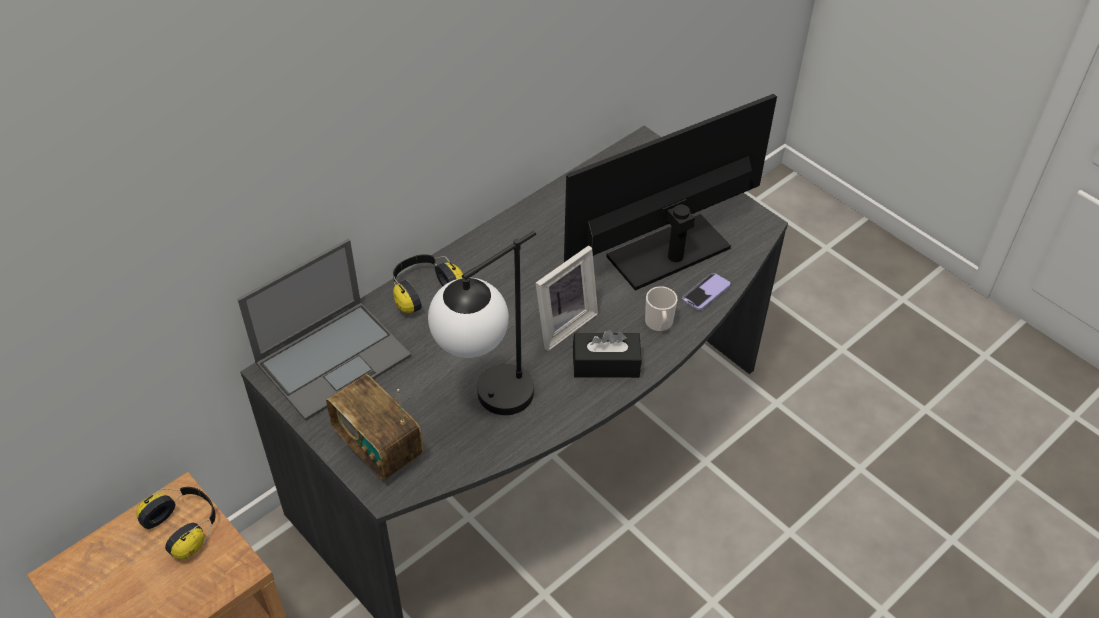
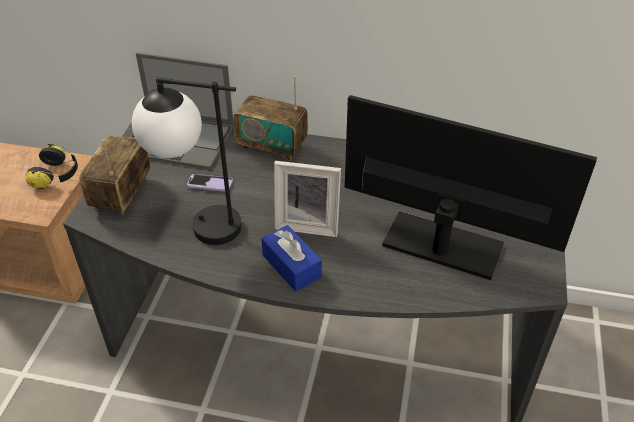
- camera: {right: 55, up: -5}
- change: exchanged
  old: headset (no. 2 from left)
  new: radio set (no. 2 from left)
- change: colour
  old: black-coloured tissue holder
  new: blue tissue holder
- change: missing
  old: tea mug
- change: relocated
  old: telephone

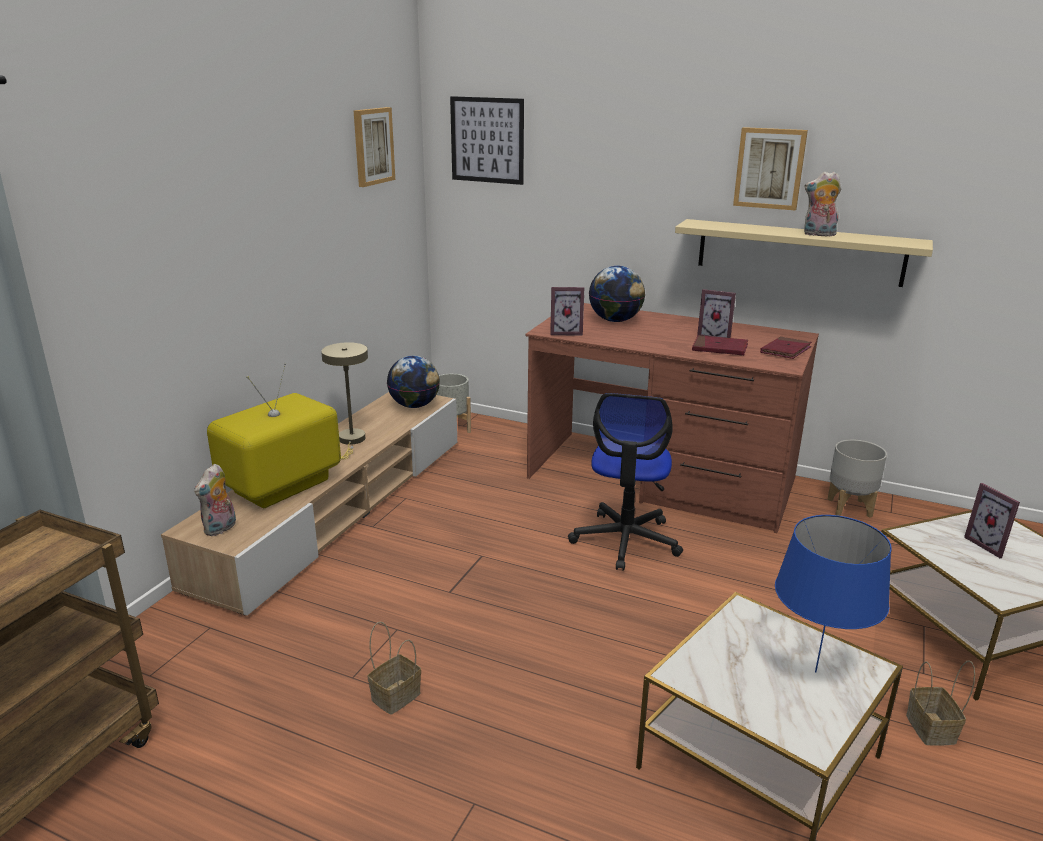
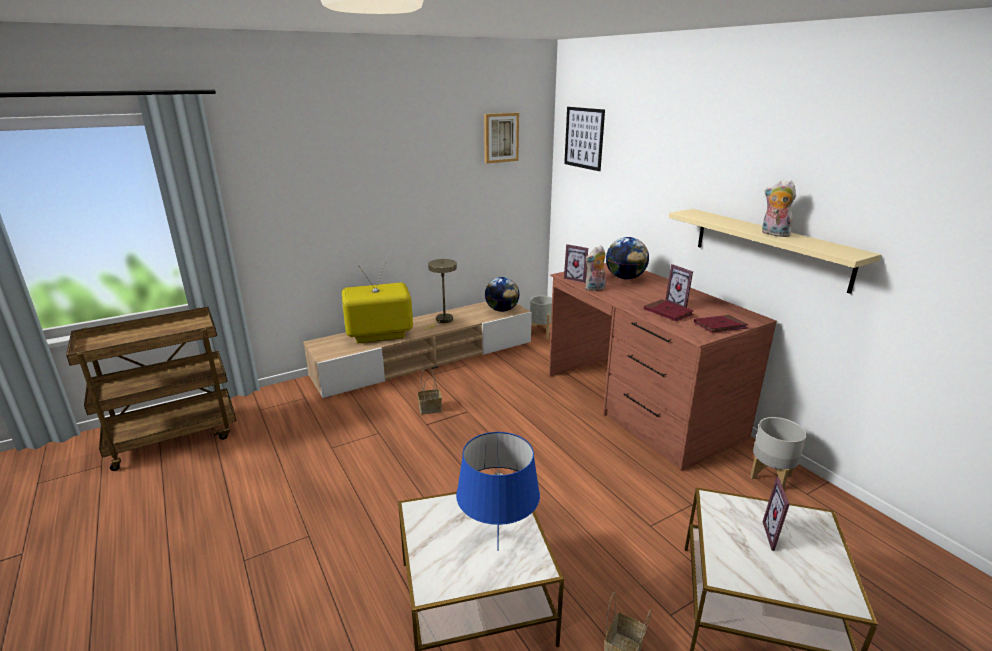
- camera: {right: 35, up: 0}
- change: relocated
  old: plush toy (no. 1 from left)
- change: relocated
  old: basket (no. 1 from left)
- change: missing
  old: office chair
- change: missing
  old: picture (no. 3 from left)

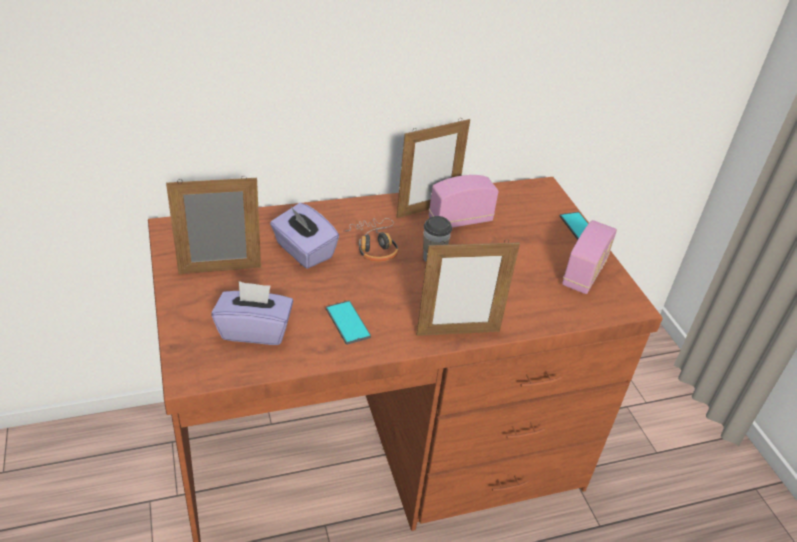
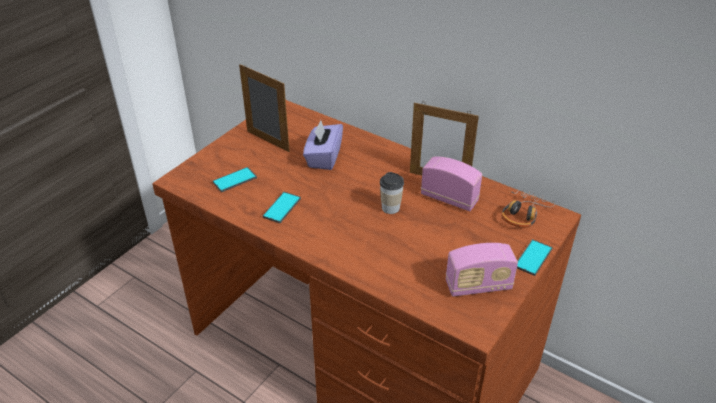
- camera: {right: 55, up: 0}
- change: exchanged
  old: purple-coloured tissue holder (no. 1 from left)
  new: telephone (no. 1 from left)
- change: relocated
  old: headset
- change: missing
  old: photo frame (no. 3 from left)

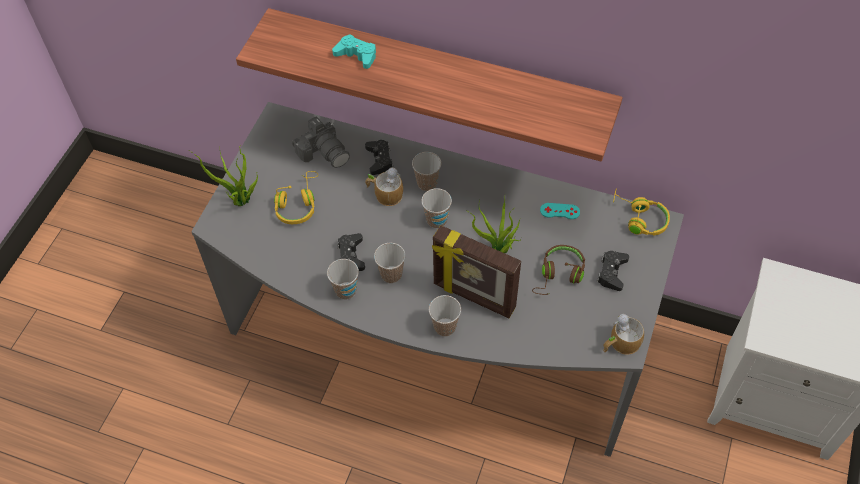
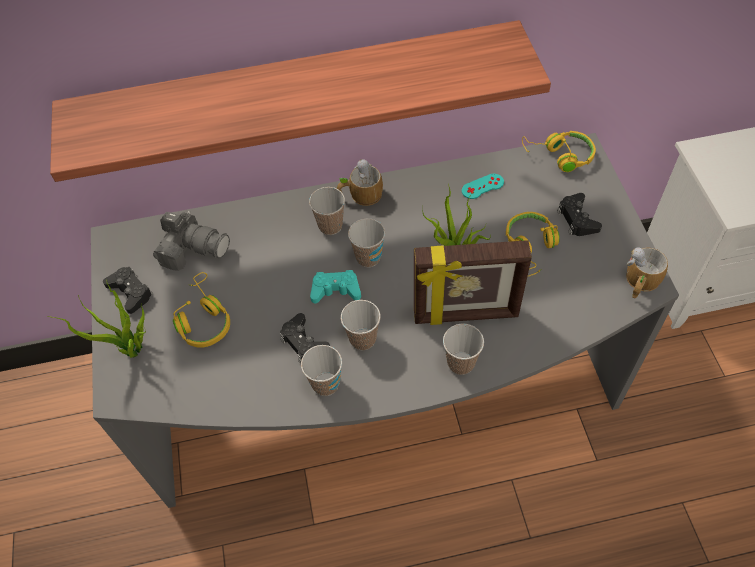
- camera: {right: -30, up: 0}
- change: relocated
  old: turquoise-coloured gamepad (no. 1 from left)
- change: relocated
  old: black-coloured gamepad (no. 2 from left in the first image)
  new: black-coloured gamepad (no. 1 from left)
- change: relocated
  old: tea mug (no. 1 from left)
- change: colour
  old: brownish headset
  new: yellow-coloured headset (no. 2 from left)

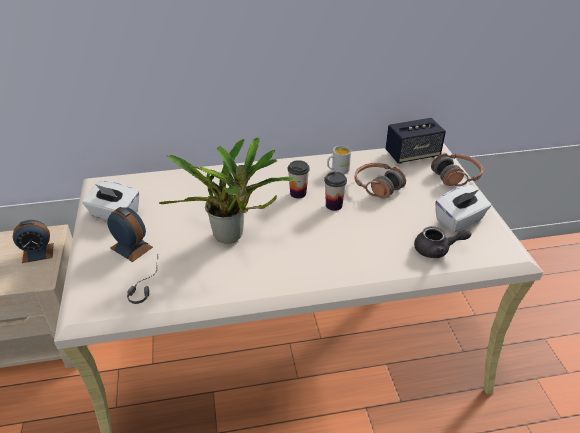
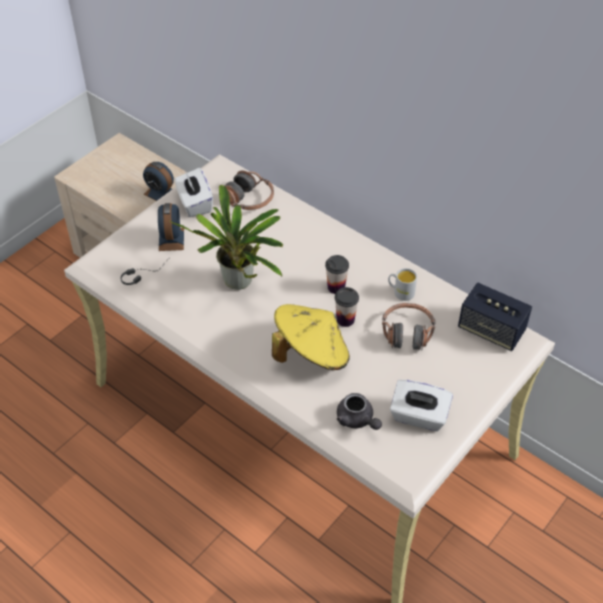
- camera: {right: 50, up: 10}
- change: relocated
  old: headset (no. 3 from left in the first image)
  new: headset (no. 2 from left)
- change: appeared
  new: yellow-coloured wearable hat

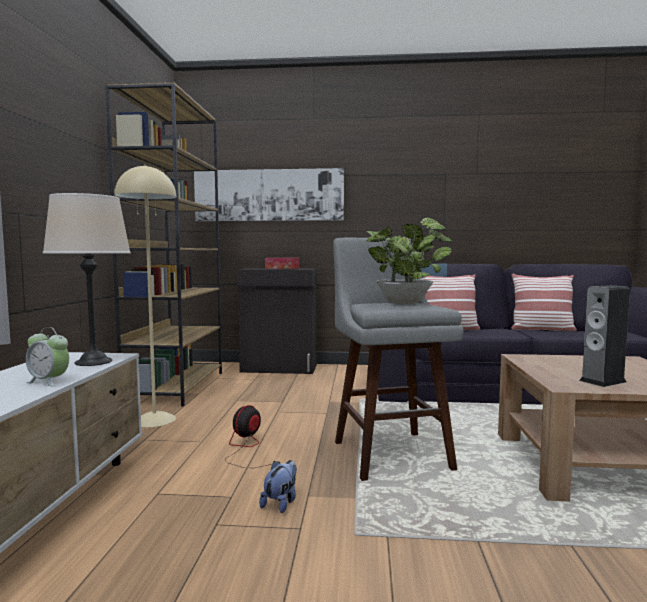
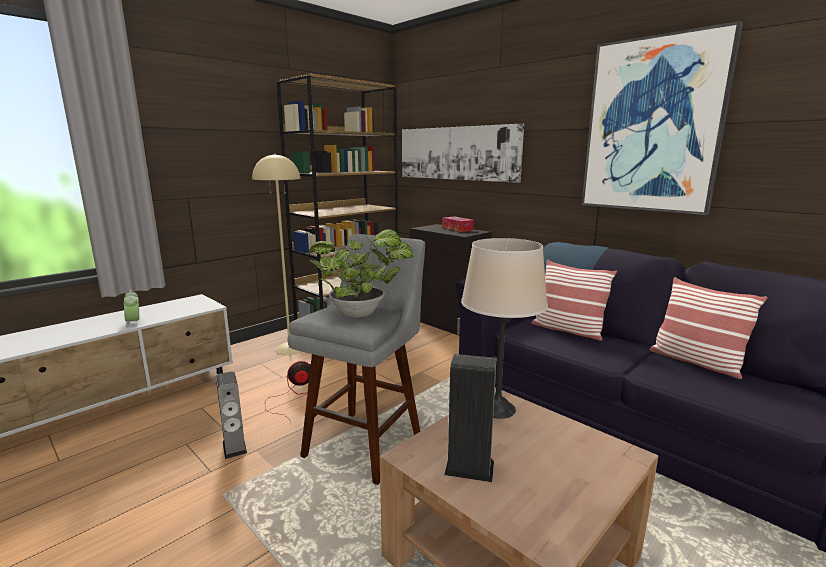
- camera: {right: 40, up: 10}
- change: relocated
  old: beige-coloured table lamp
- change: exchanged
  old: plush toy
  new: speaker (no. 1 from left)
- change: appeared
  new: picture (no. 2 from left)

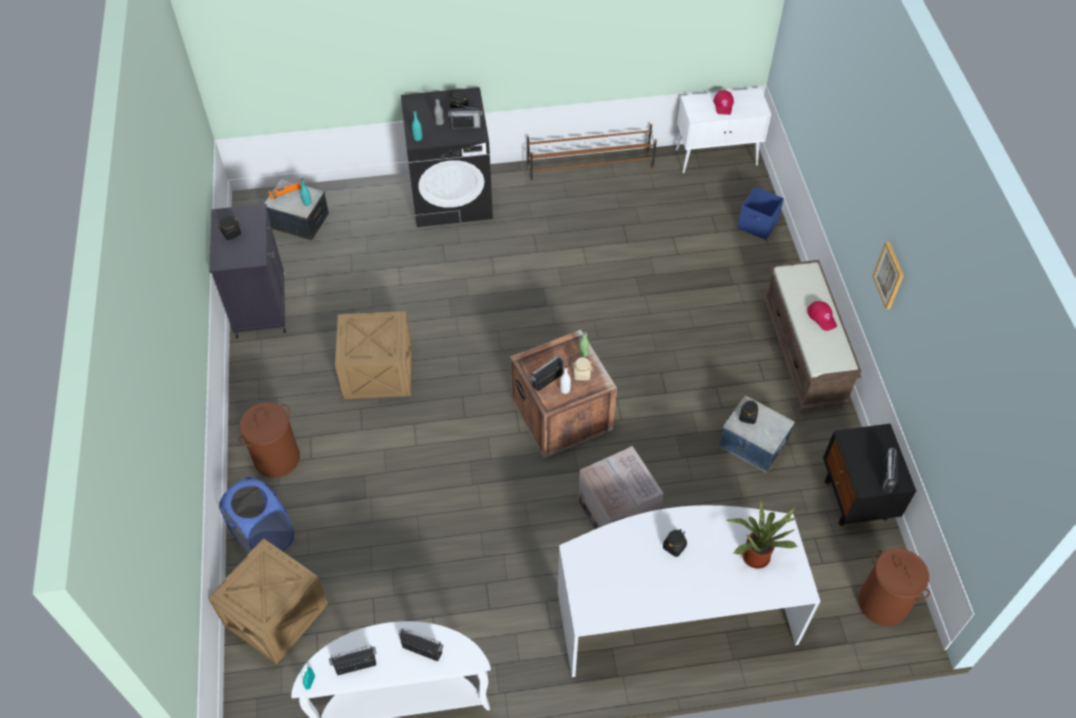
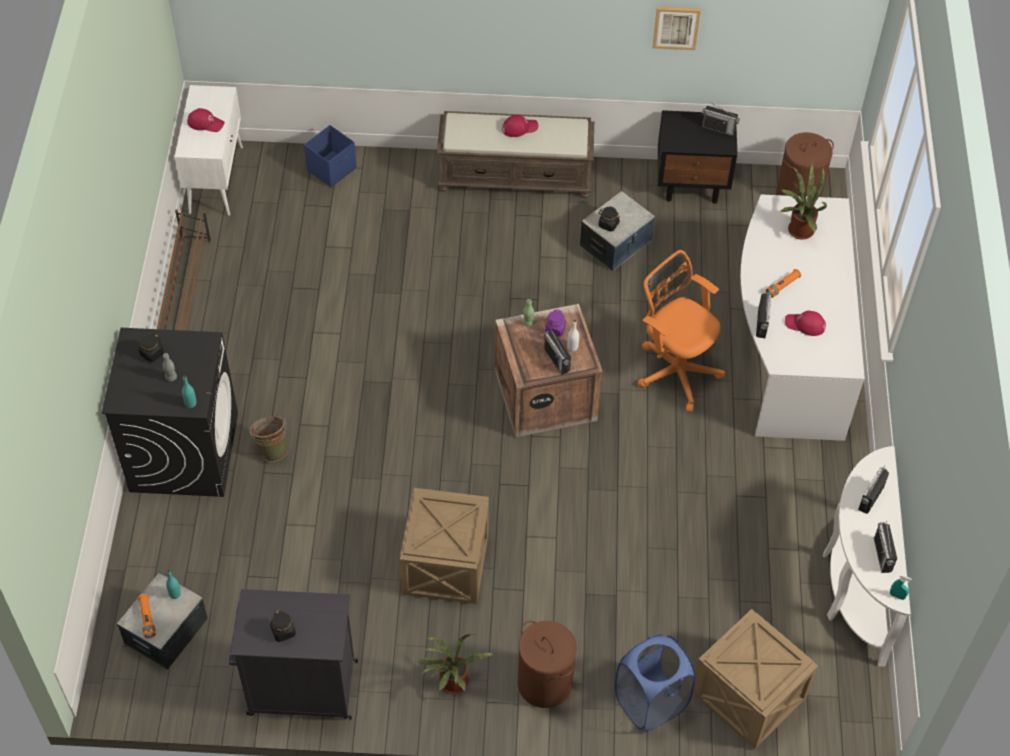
- camera: {right: -80, up: 0}
- change: relocated
  old: radio set (no. 3 from left)
- change: colour
  old: beige-coloured jar
  new: purple-coloured jar
- change: exchanged
  old: packing box
  new: orangey office chair
- change: exchanged
  old: black-coloured jar (no. 3 from left)
  new: orangey hand torch (no. 2 from left)
- change: relocated
  old: picture
- change: appeared
  new: green-coloured pail
- change: appeared
  new: houseplant (no. 1 from left)
- change: appeared
  new: reddish baseball cap (no. 3 from left)

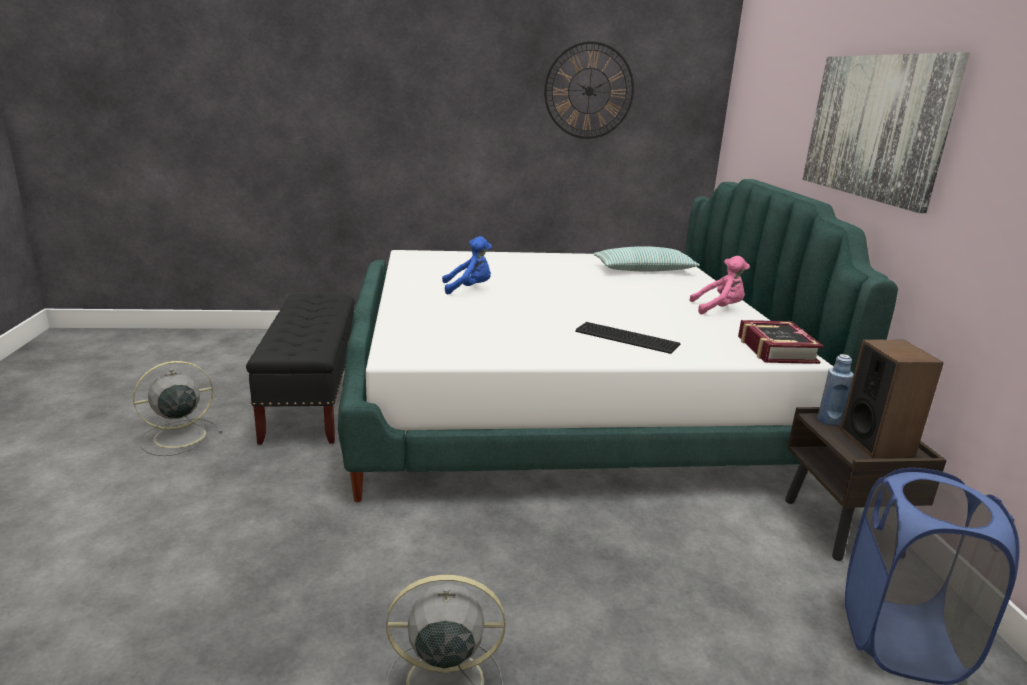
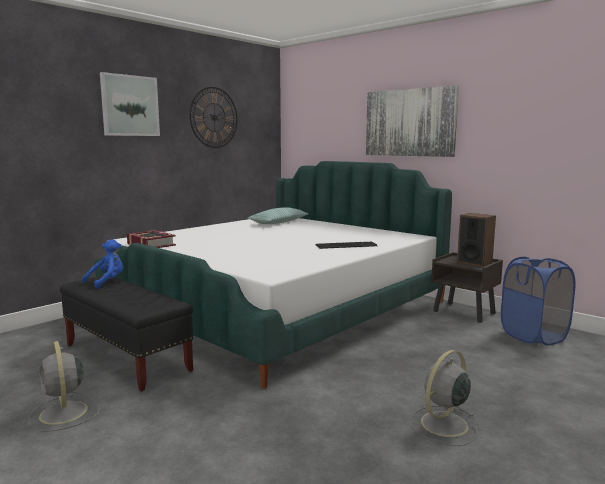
- camera: {right: -40, up: -10}
- change: spun
  old: greyish fan (no. 1 from left)
  degrees: -45
- change: relocated
  old: blue plush toy
- change: missing
  old: pinkish plush toy
- change: relocated
  old: book
- change: missing
  old: blue drink bottle
- change: appeared
  new: picture (no. 1 from left)

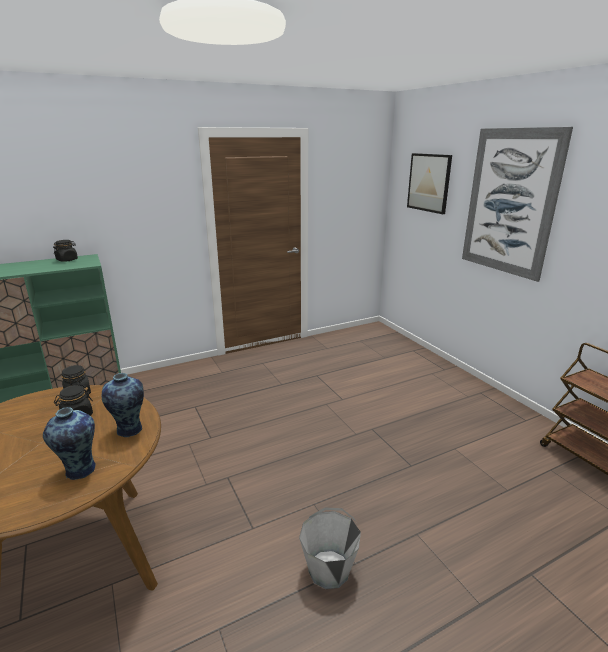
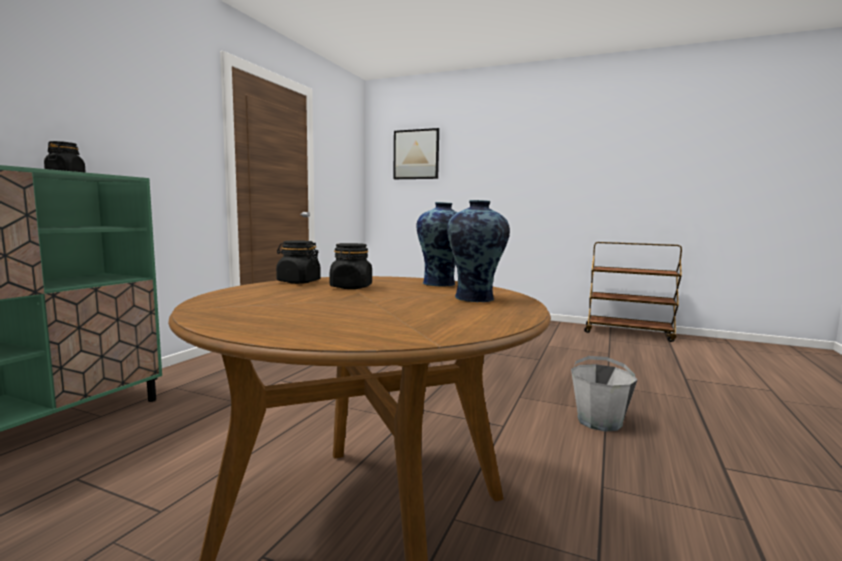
- camera: {right: -40, up: -15}
- change: missing
  old: picture (no. 2 from left)

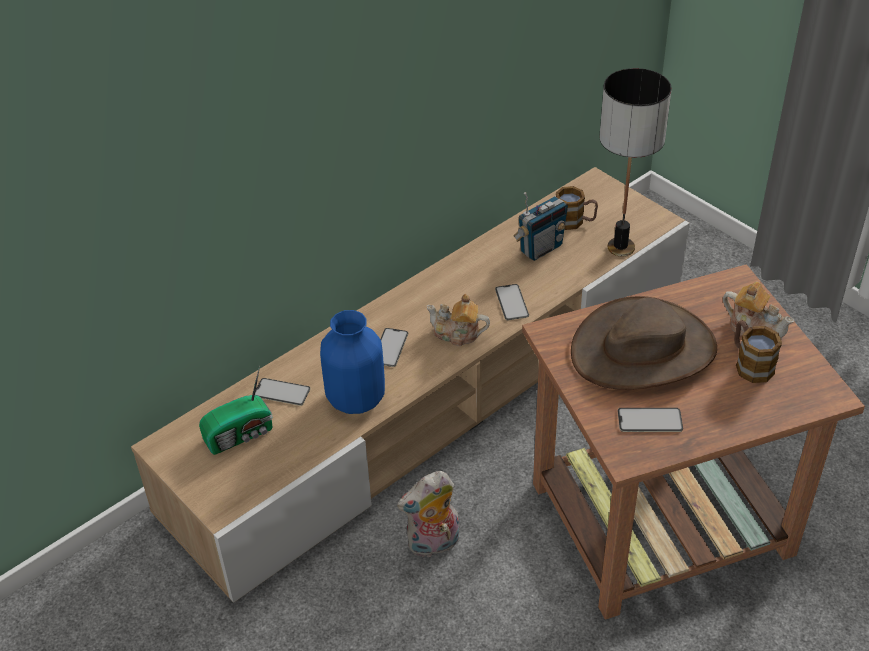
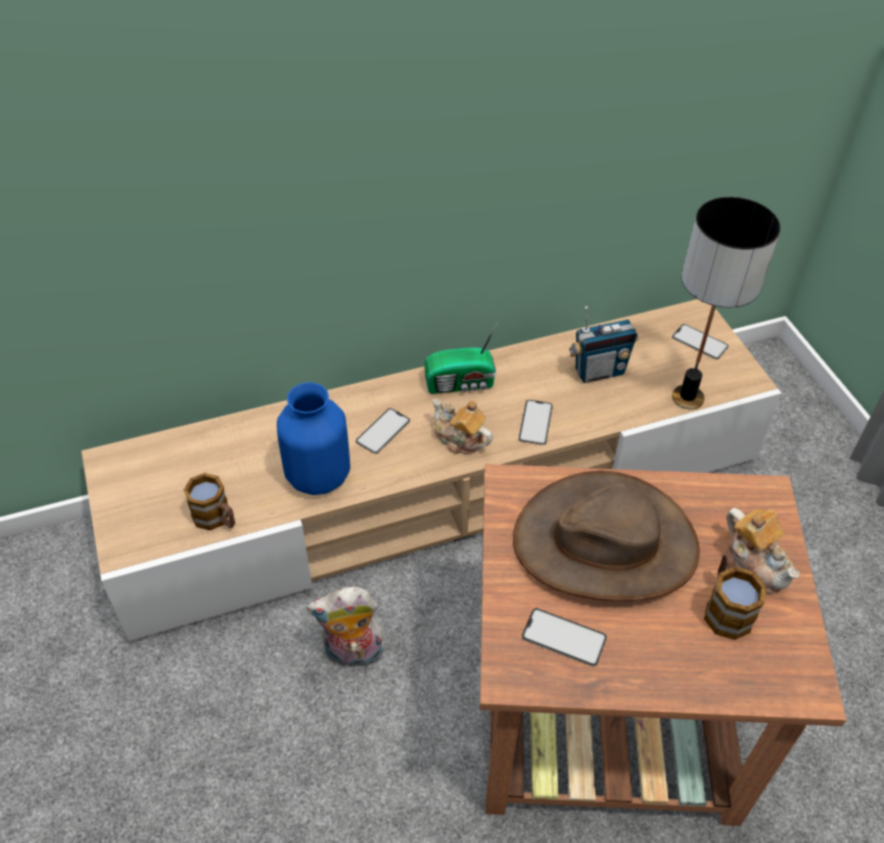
- camera: {right: 20, up: 5}
- change: relocated
  old: radio set (no. 1 from left)
- change: relocated
  old: telephone (no. 1 from left in the first image)
  new: telephone (no. 4 from left)
- change: relocated
  old: tea mug (no. 1 from left)

